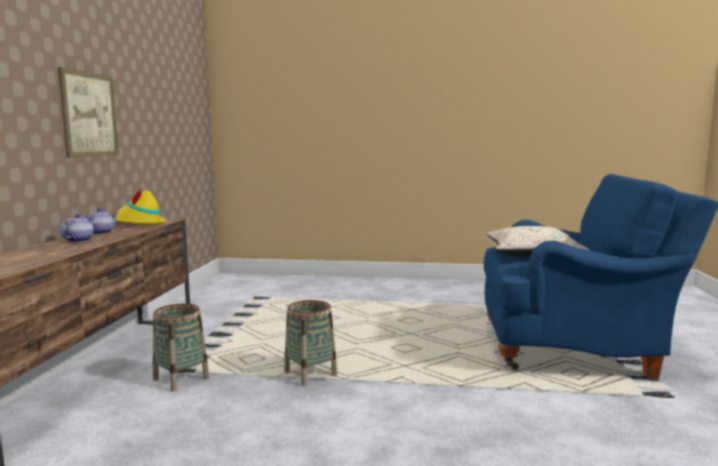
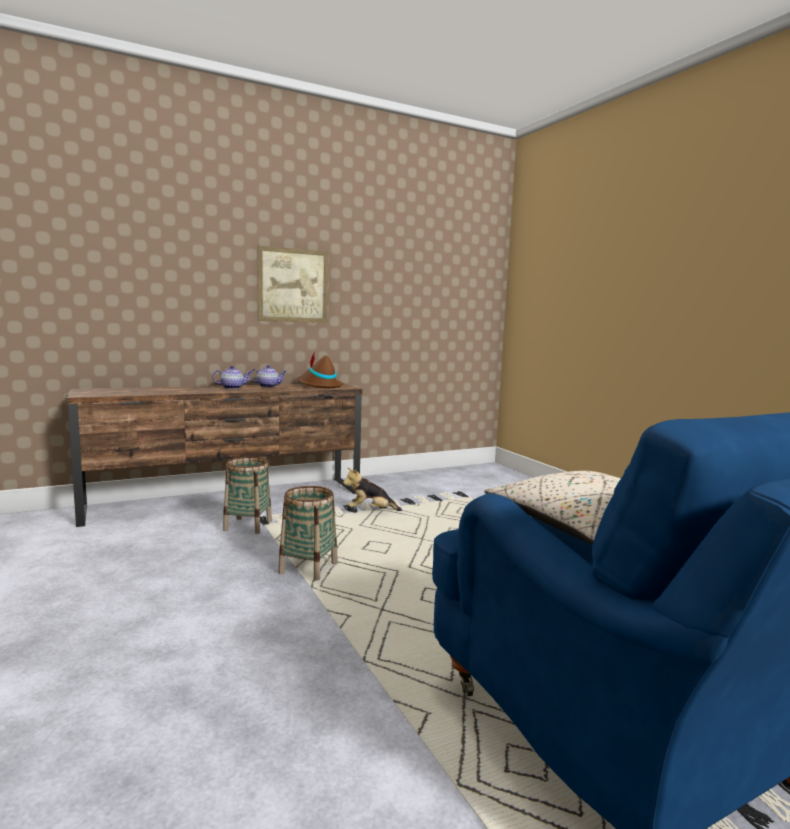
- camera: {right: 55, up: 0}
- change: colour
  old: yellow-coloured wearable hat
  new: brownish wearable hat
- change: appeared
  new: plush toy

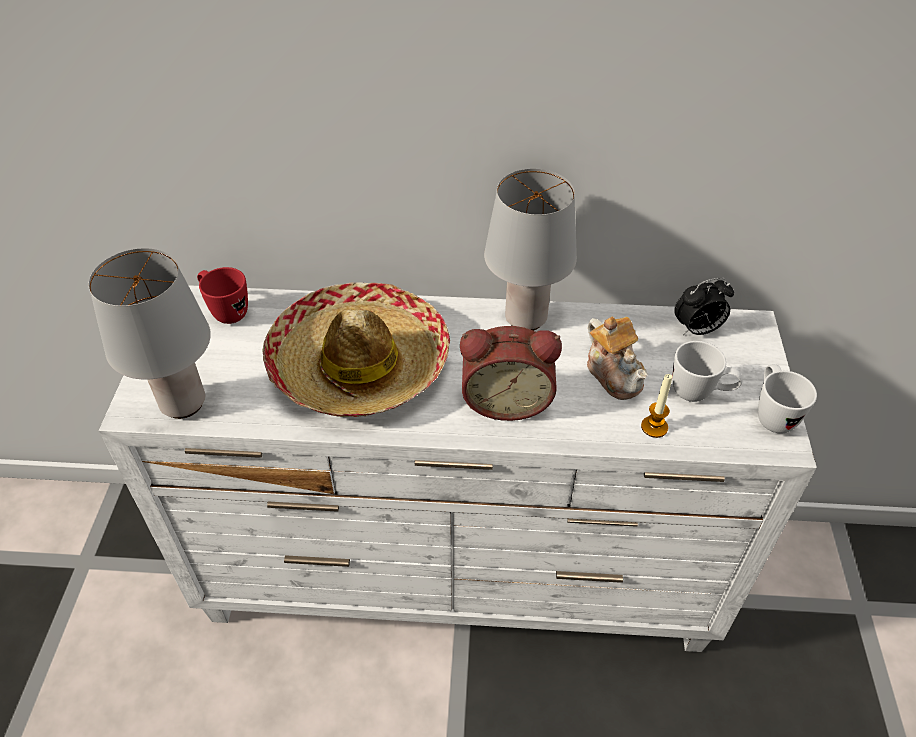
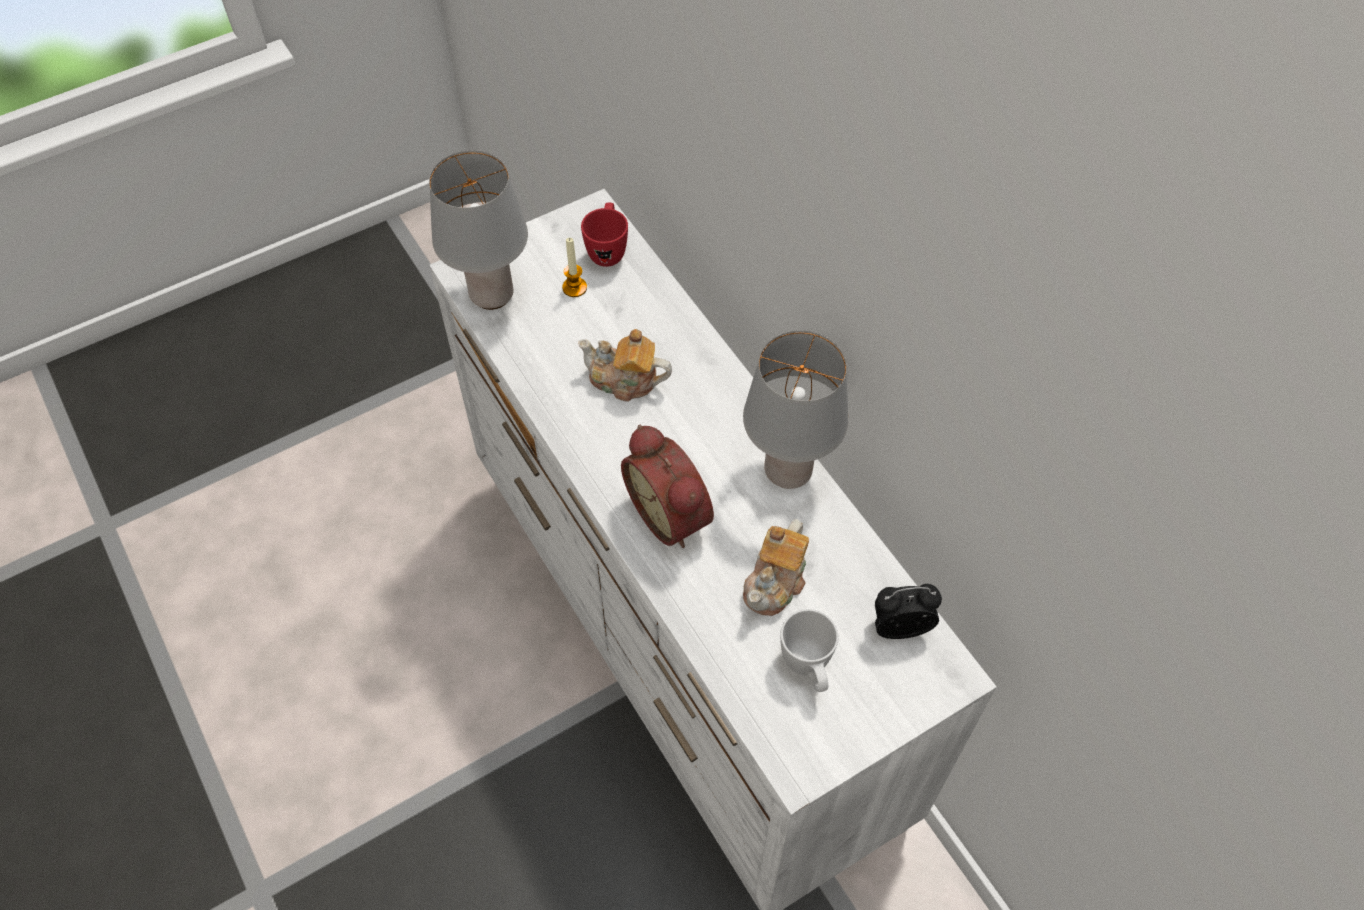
- camera: {right: 55, up: 10}
- change: exchanged
  old: wearable hat
  new: pot for tea (no. 1 from left)
- change: relocated
  old: wax candle
- change: spun
  old: bedside clock (no. 2 from left)
  degrees: 135
- change: missing
  old: white tea mug (no. 2 from left)

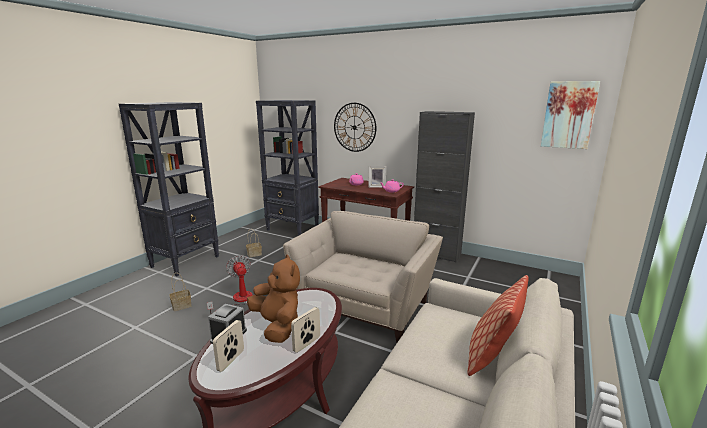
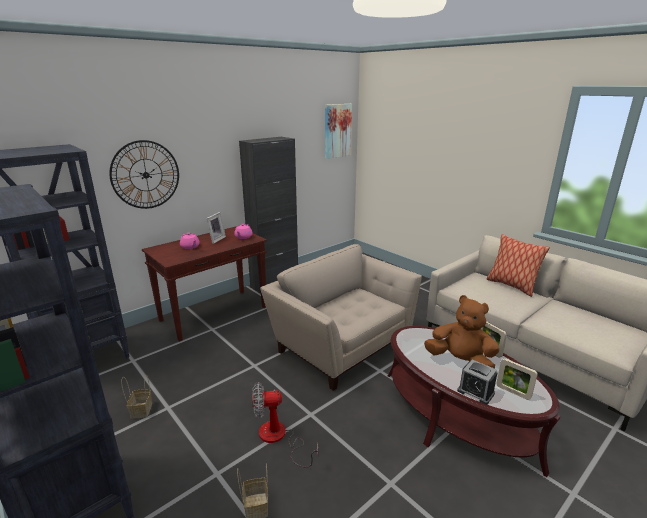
- camera: {right: -70, up: 5}
- change: spun
  old: brownish plush toy
  degrees: 45

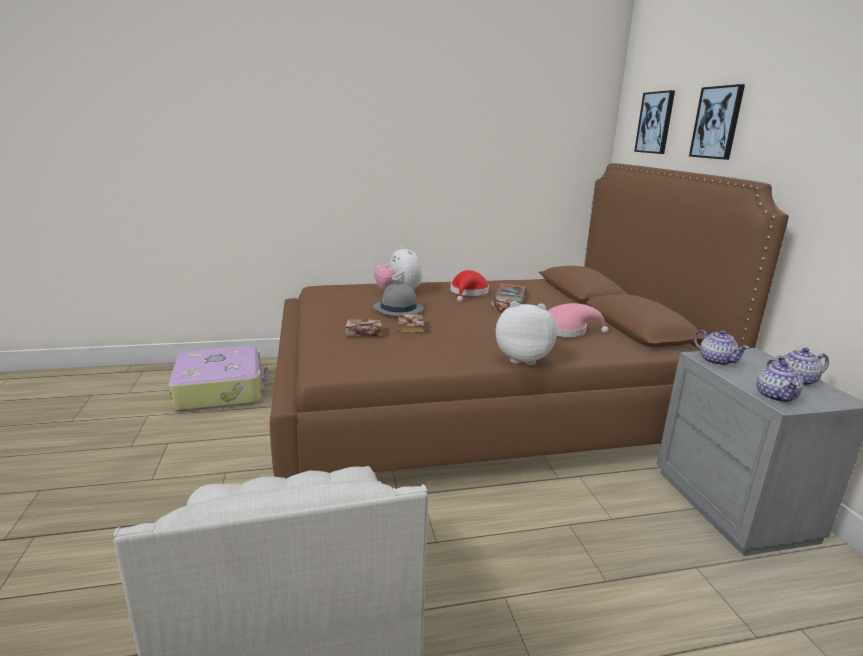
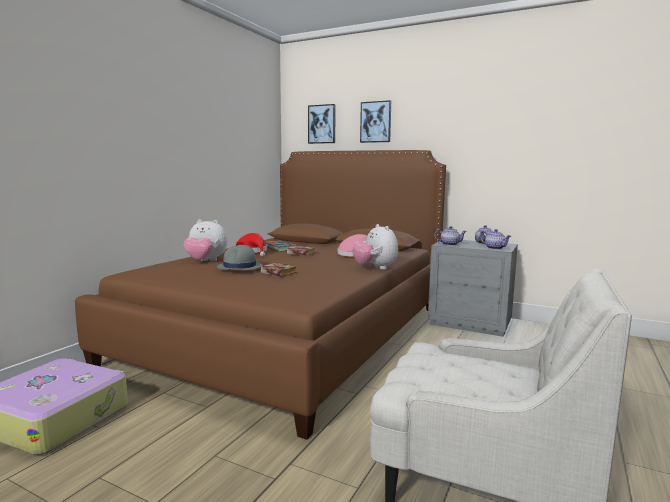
- camera: {right: -50, up: -10}
- change: missing
  old: book (no. 1 from left)
- change: spun
  old: plush toy (no. 2 from left)
  degrees: -75

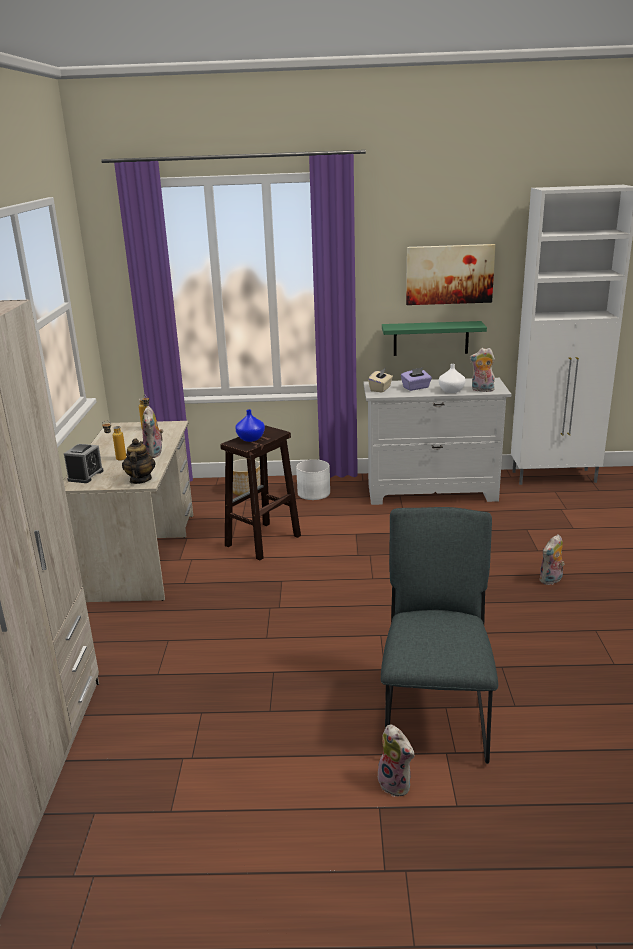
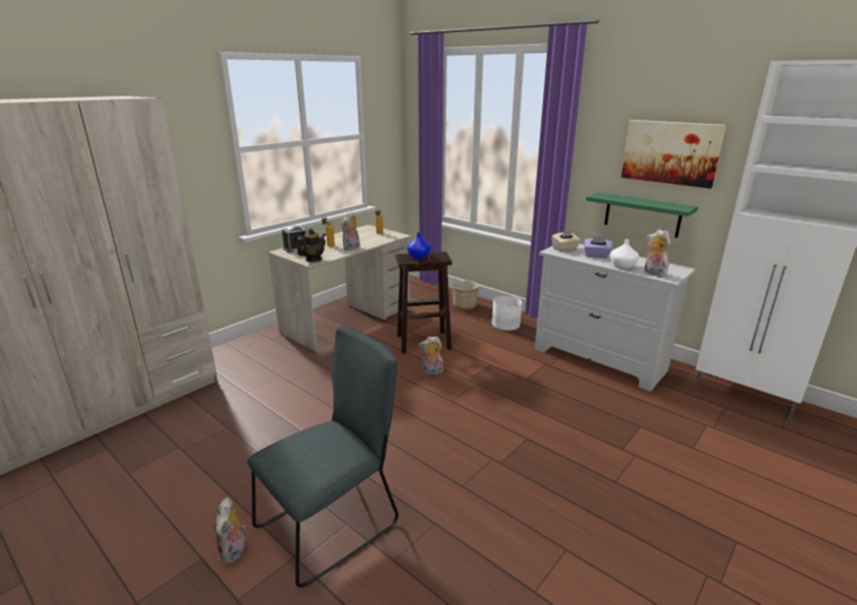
- camera: {right: 40, up: 0}
- change: relocated
  old: plush toy (no. 4 from left in the first image)
  new: plush toy (no. 3 from left)

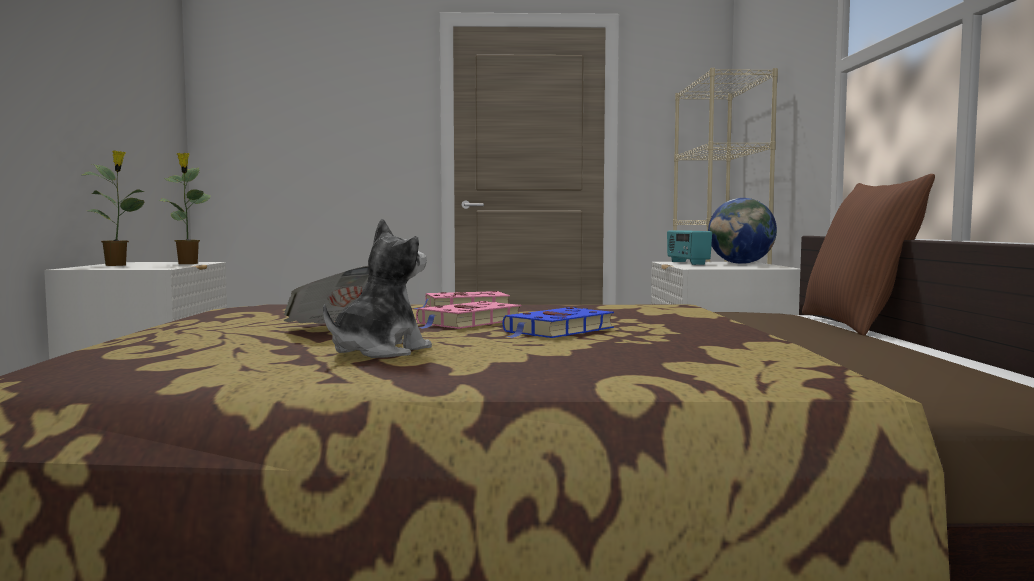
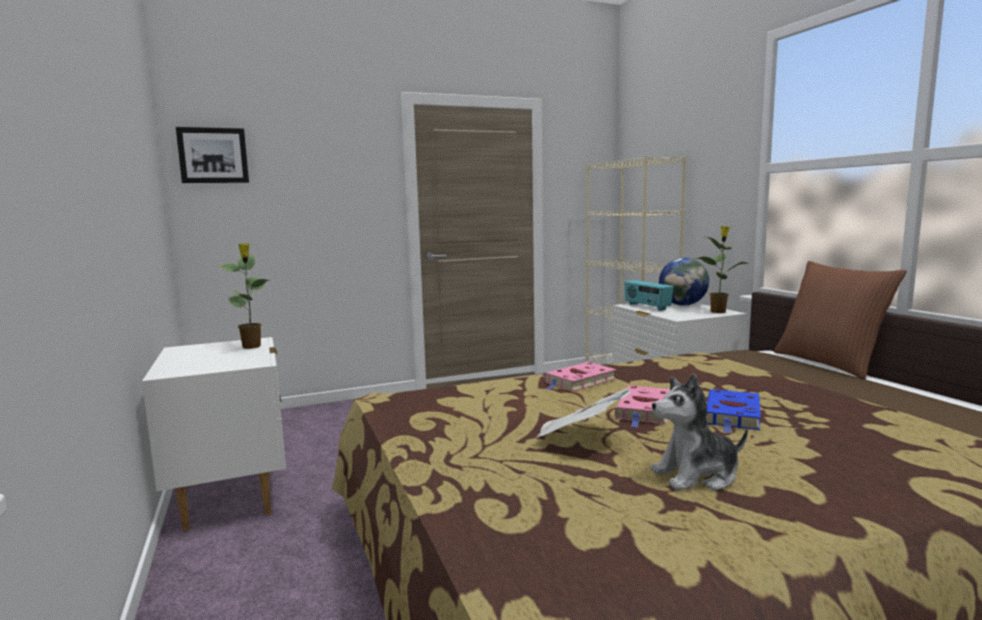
- camera: {right: -20, up: 5}
- change: relocated
  old: houseplant (no. 1 from left in the first image)
  new: houseplant (no. 2 from left)
- change: spun
  old: plush toy
  degrees: -120
- change: appeared
  new: picture

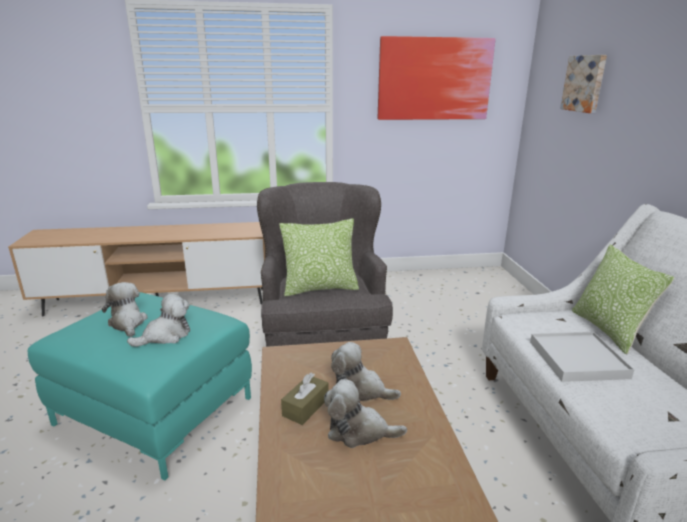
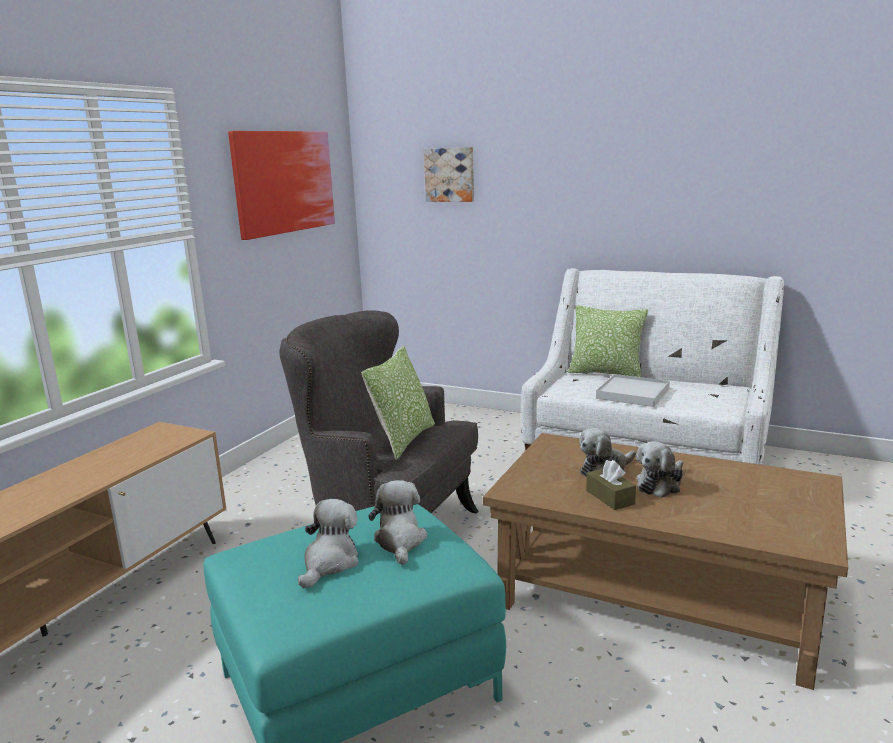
- camera: {right: -55, up: -5}
- change: spun
  old: plush toy (no. 1 from left)
  degrees: 105

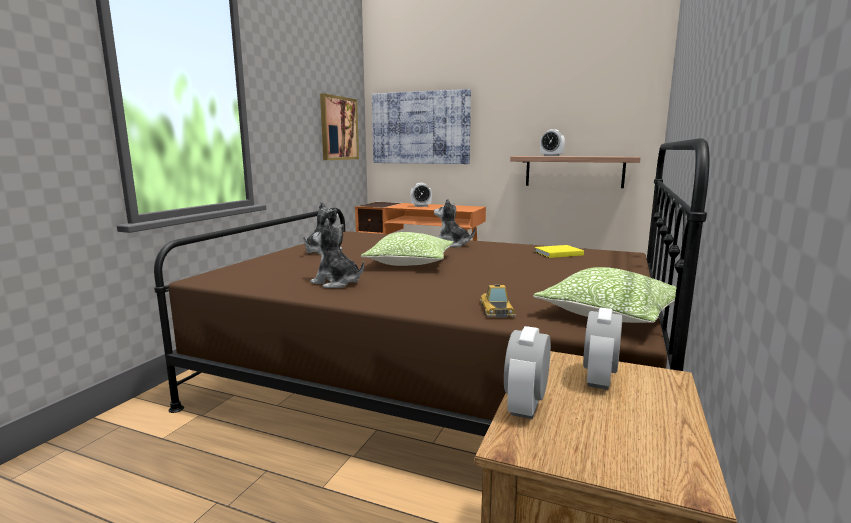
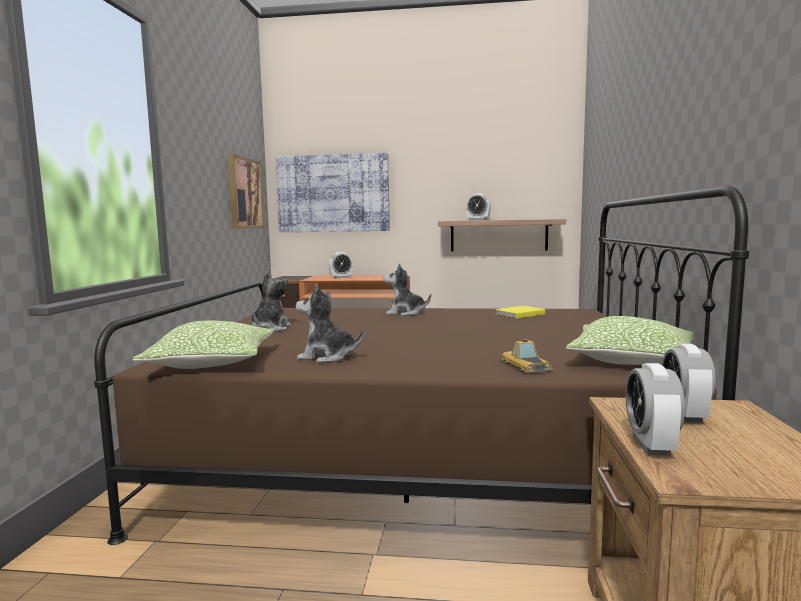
- camera: {right: -15, up: -5}
- change: relocated
  old: cushion (no. 1 from left)

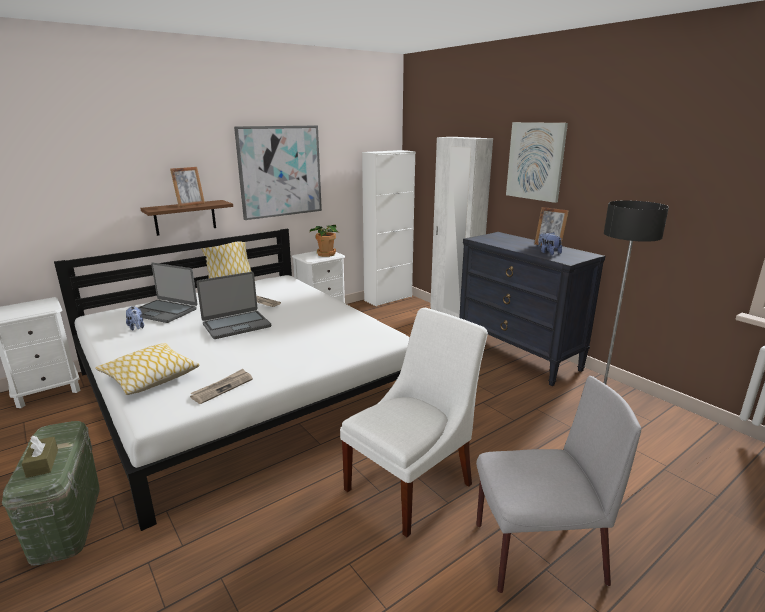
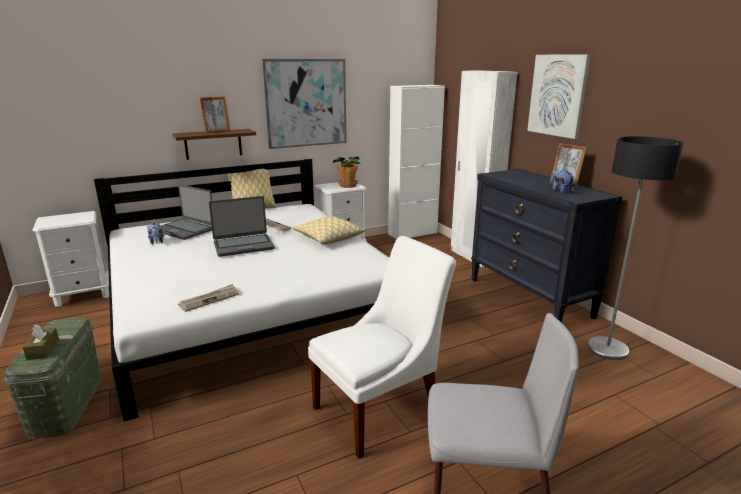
- camera: {right: 10, up: 0}
- change: relocated
  old: cushion (no. 1 from left in the first image)
  new: cushion (no. 2 from left)

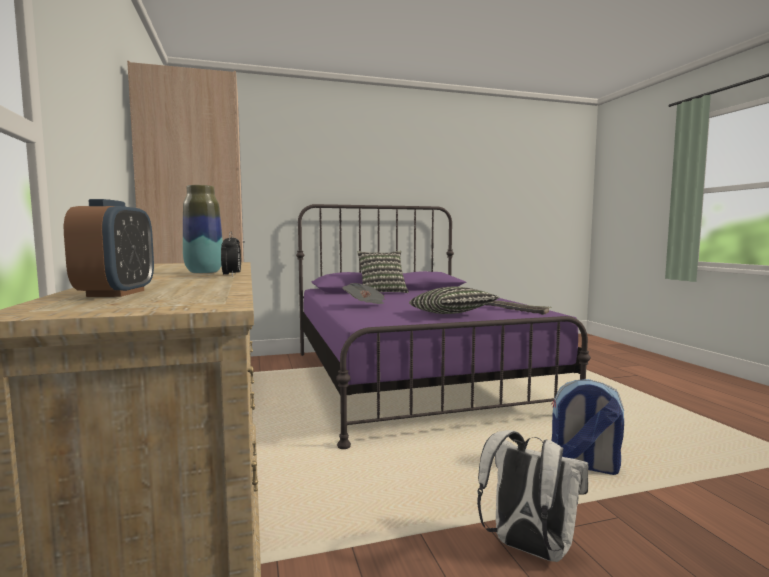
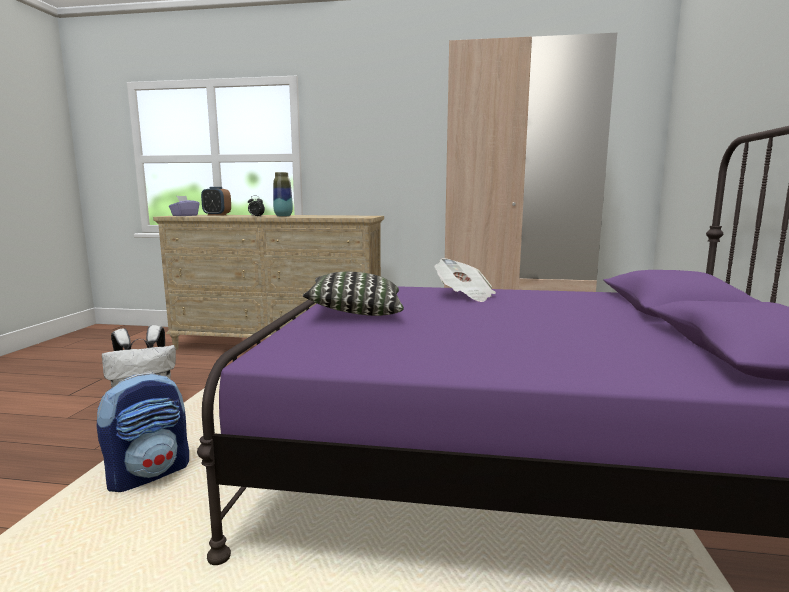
- camera: {right: 115, up: 5}
- change: missing
  old: cushion (no. 1 from left)
- change: missing
  old: serving tray
- change: appeared
  new: purple-coloured tissue holder

